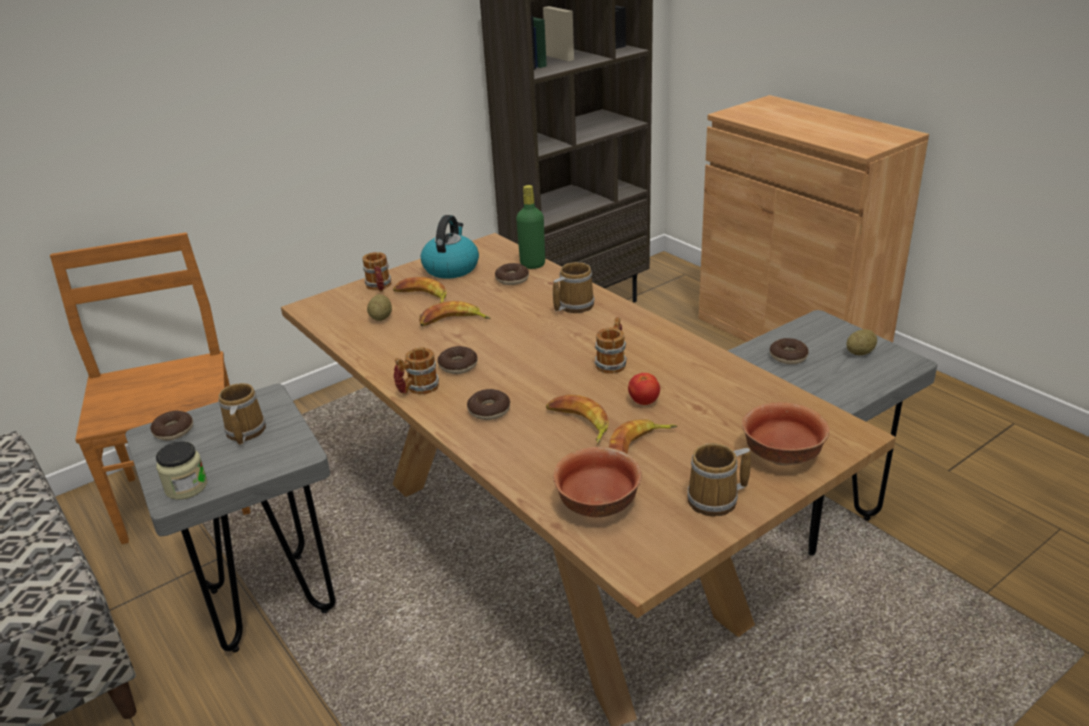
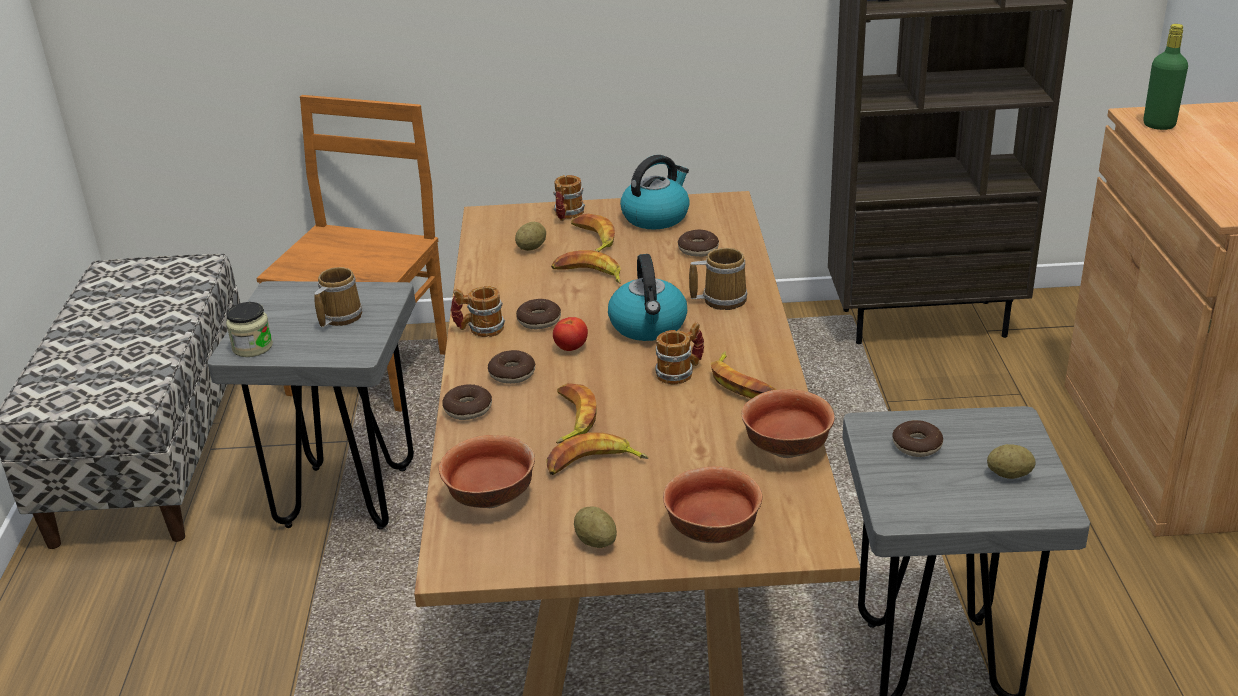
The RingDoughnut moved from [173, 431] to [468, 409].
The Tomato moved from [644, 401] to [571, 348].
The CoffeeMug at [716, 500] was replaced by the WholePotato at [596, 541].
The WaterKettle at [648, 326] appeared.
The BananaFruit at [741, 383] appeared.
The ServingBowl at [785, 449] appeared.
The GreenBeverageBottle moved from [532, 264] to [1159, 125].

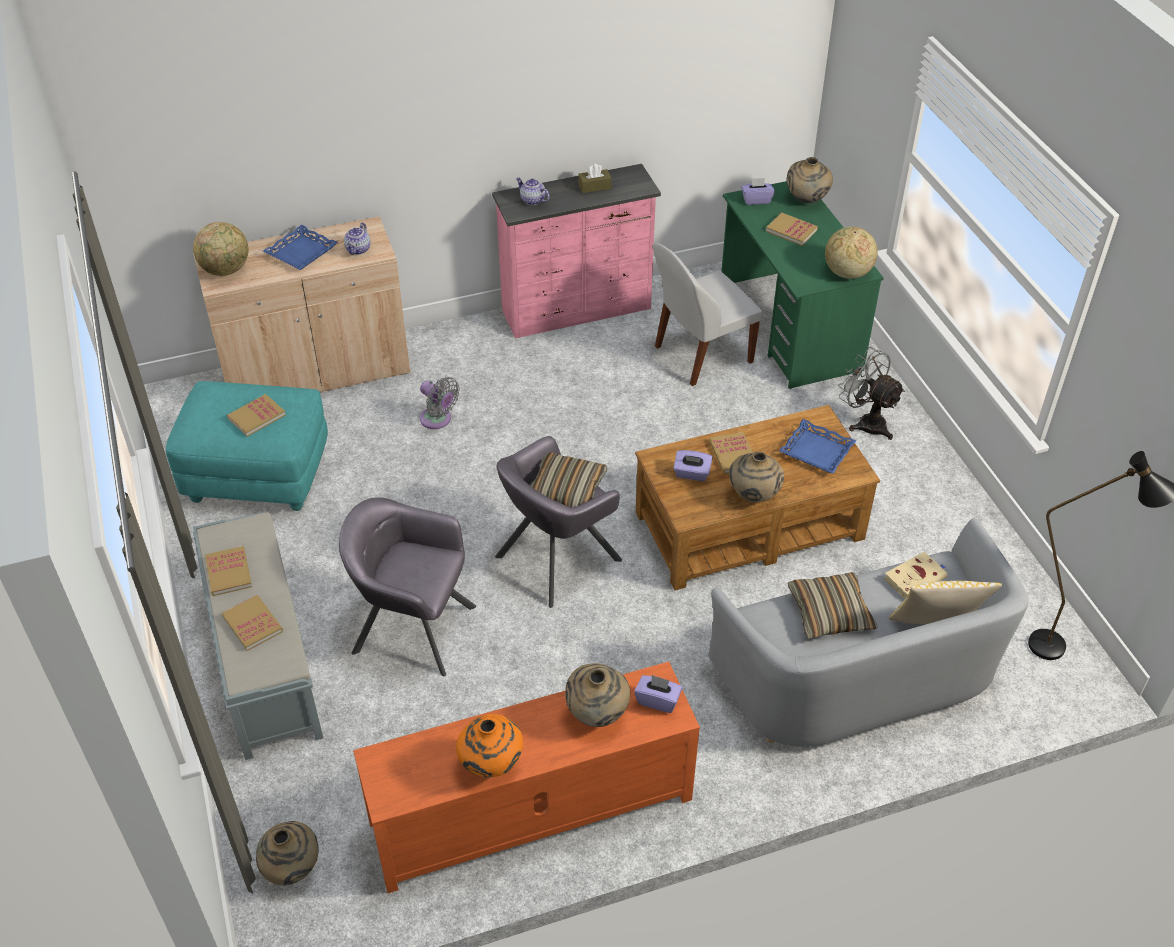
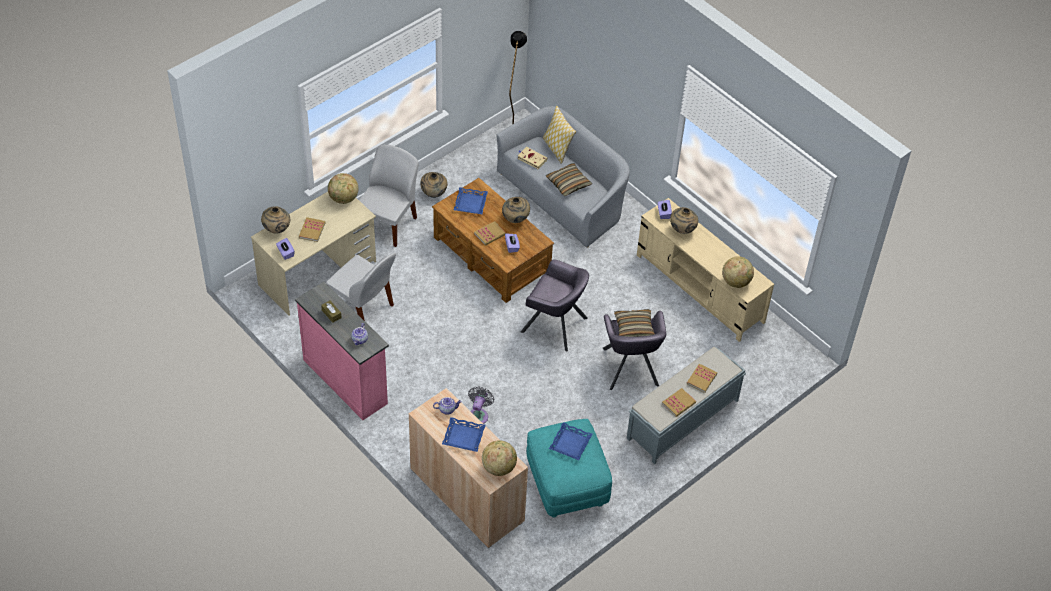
The GreenDesk at [789, 327] became the BeigeColouredDesk at [318, 273].
The GreyishFan at [866, 422] was replaced by the WhitishPlainChair at [389, 224].
The BeigeColouredDecorativeVase moved from [292, 870] to [434, 194].
The BoundBook at [256, 417] was replaced by the BlueColouredTray at [570, 443].
The ThrowPillow moved from [566, 490] to [634, 328].
The OrangeyTvStand at [530, 811] became the BeigeColouredTvStand at [700, 289].
The DeskGlobe at [736, 281] appeared.
The OrangeyDecorativeVase at [491, 766] disappeared.

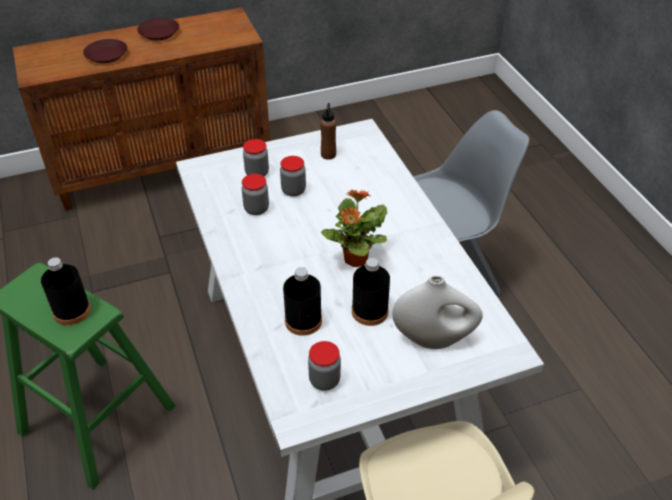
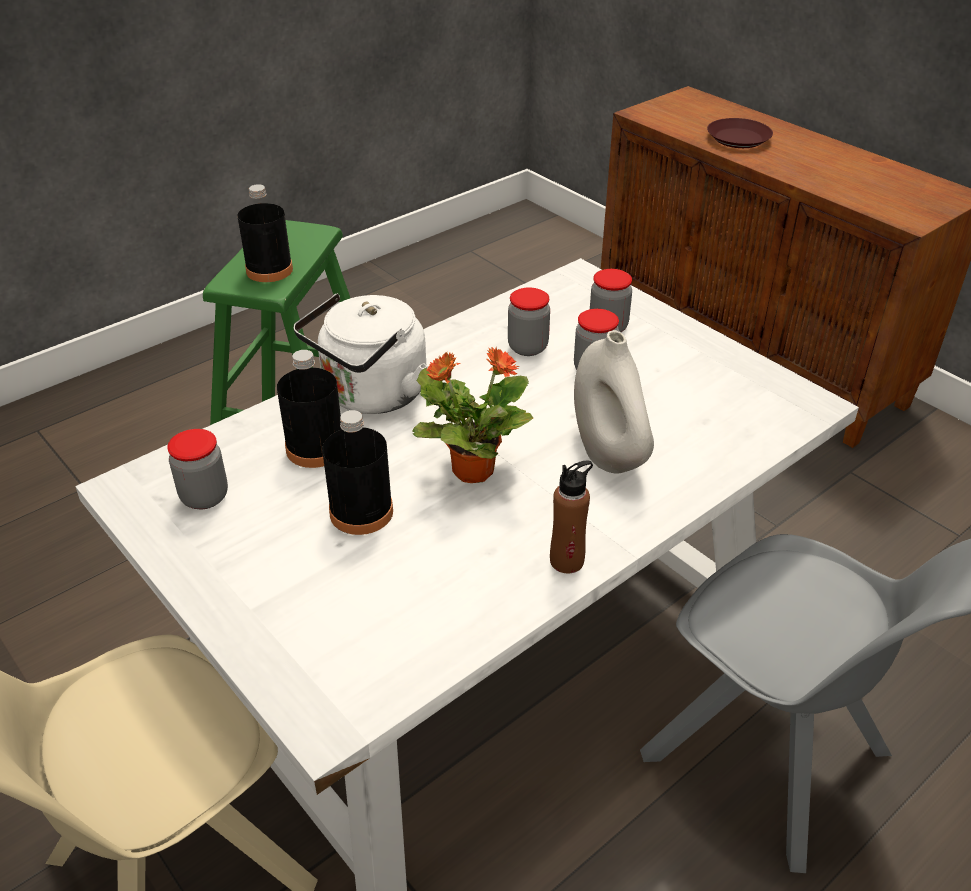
The WhitishWaterKettle at [371, 395] appeared.
The BrownishBeverageBottle moved from [328, 154] to [567, 561].
The WhitishDecorativeVase moved from [434, 338] to [609, 454].
The BrownishDinnerPlate at [158, 32] disappeared.

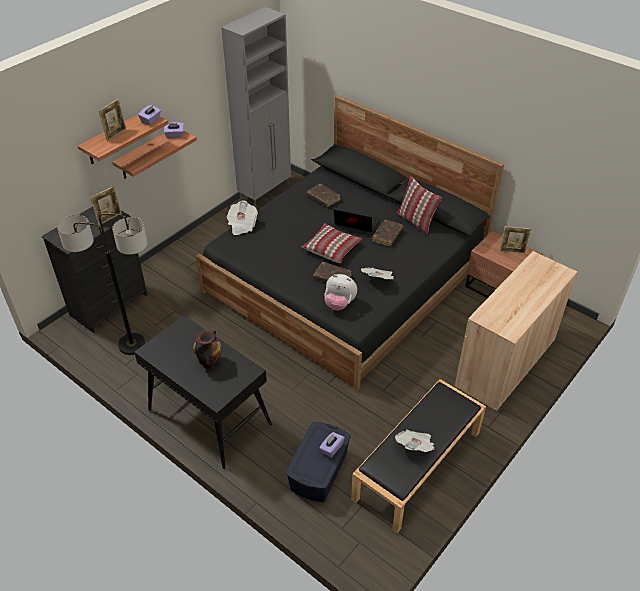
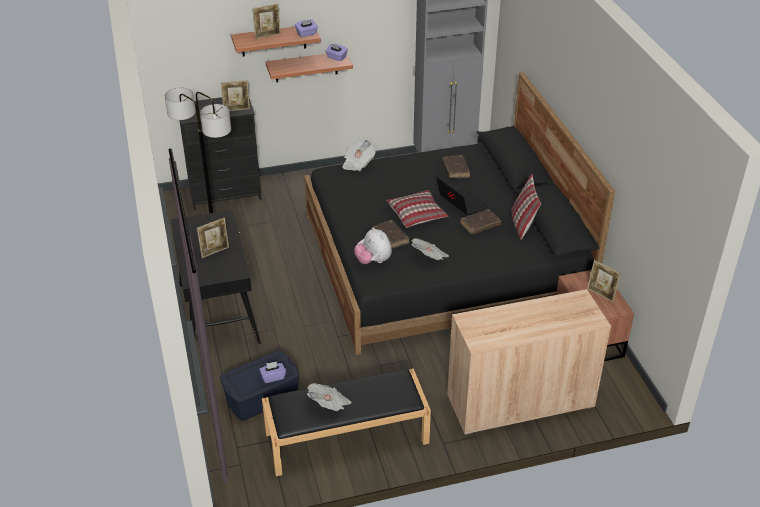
The DecorativeVase at [209, 362] was replaced by the StandingFrame at [215, 251].

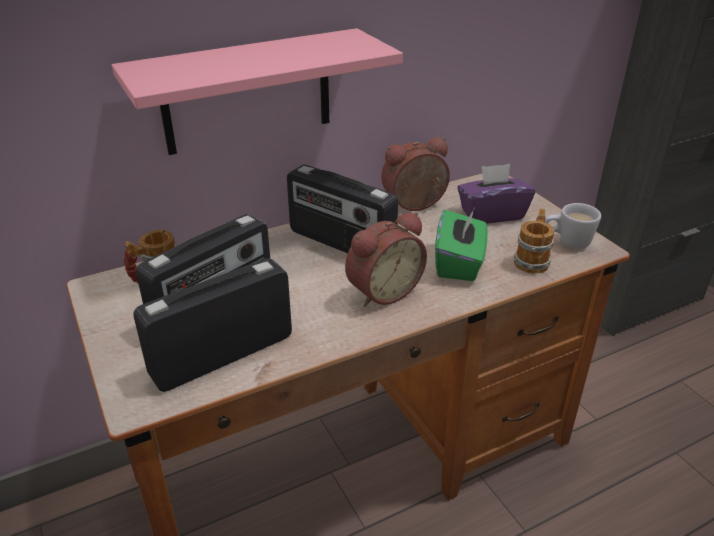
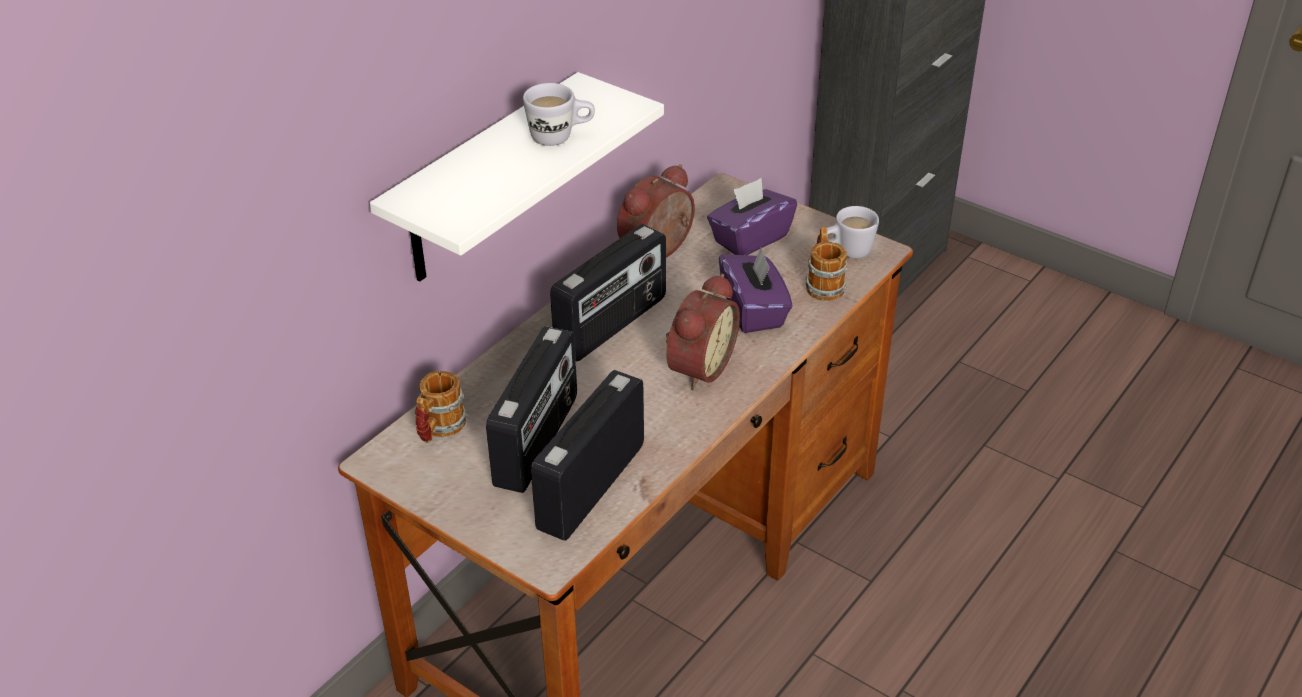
The PinkBracketShelf at [247, 92] became the WhitishBracketShelf at [485, 182].
The WhitishCoffeeMug at [560, 137] appeared.
The RadioSet at [340, 244] turned 60 degrees counterclockwise.
The GreenTissueBox at [459, 263] became the PurpleColouredTissueBox at [754, 311].

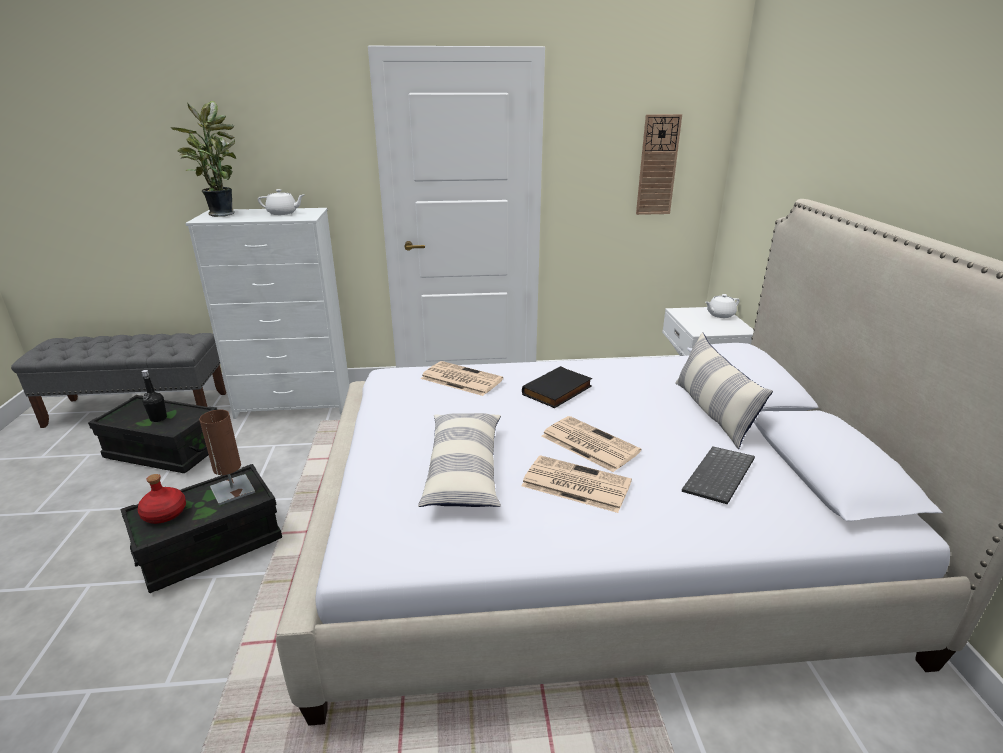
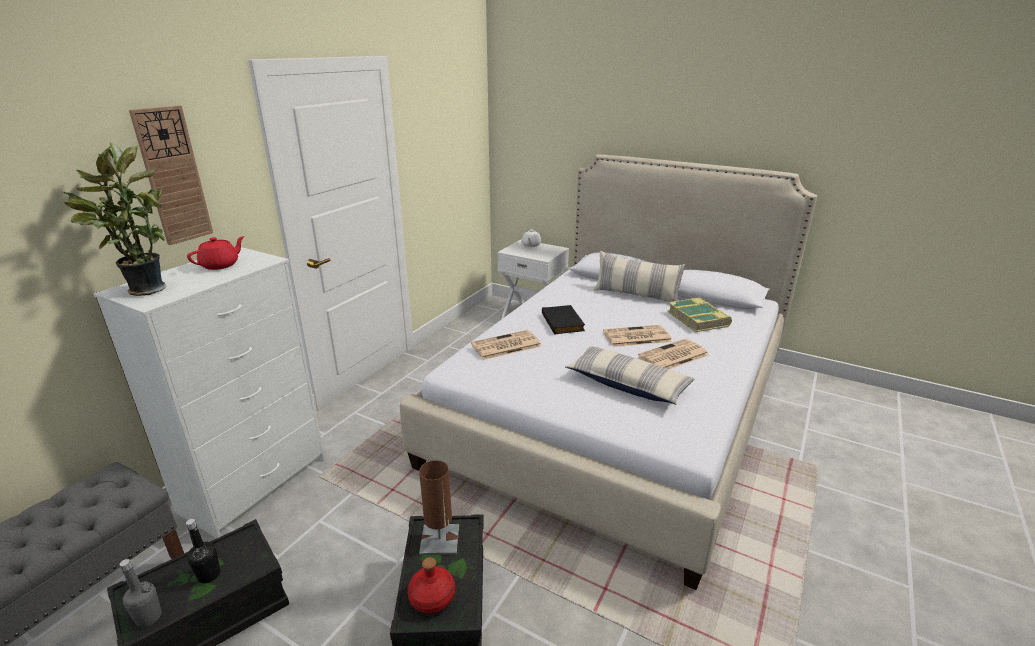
The GreyishBeverageBottle at [149, 617] appeared.
The WallClock moved from [657, 165] to [173, 176].
The WhitishTeapot at [283, 213] became the ReddishTeapot at [220, 265].
The PcKeyboard at [720, 477] was replaced by the BoundBook at [698, 319].

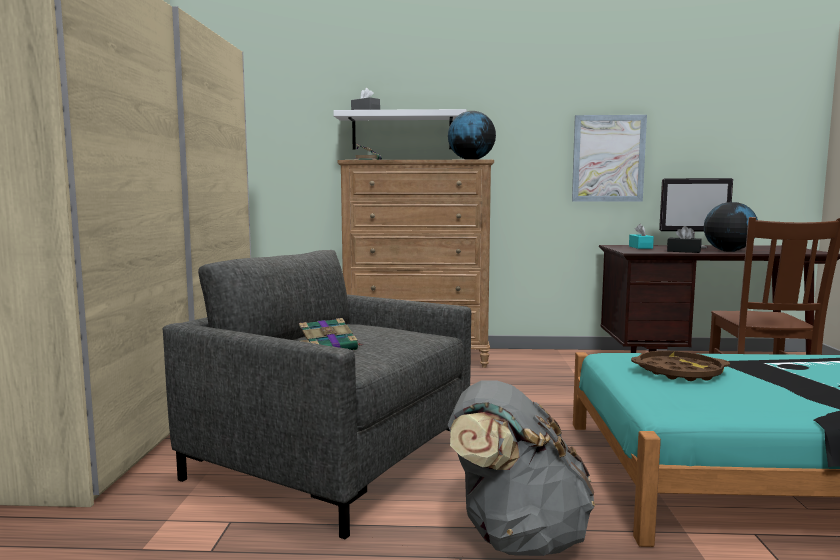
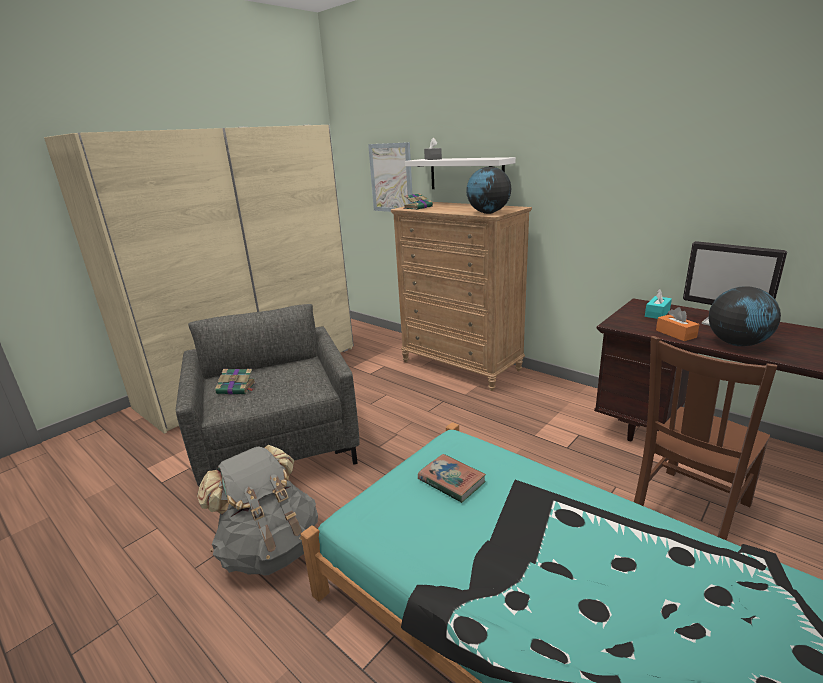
The Picture moved from [608, 158] to [391, 178].
The BrownishTray at [679, 372] was replaced by the BoundBook at [451, 481].
The BlackColouredTissueBox at [683, 251] became the OrangeyTissueBox at [675, 334].

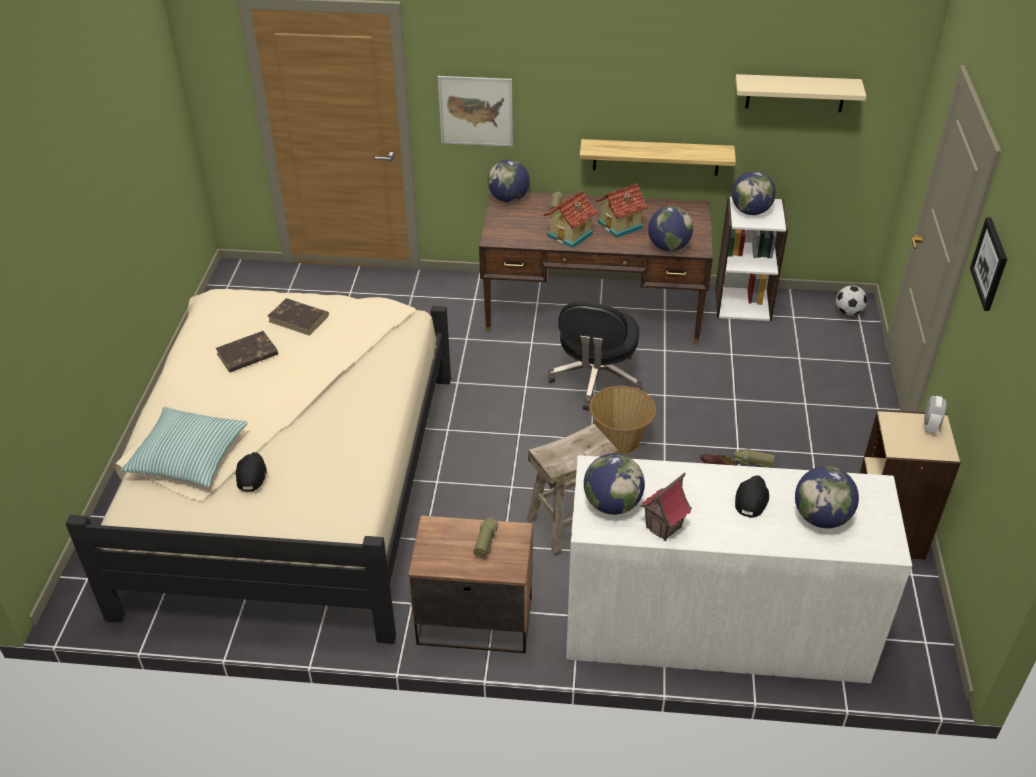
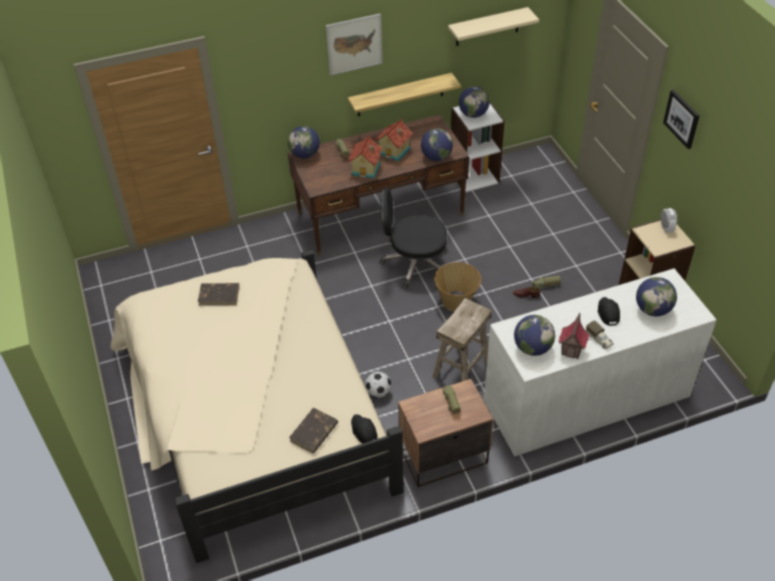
The BrownishBoundBook moved from [247, 355] to [313, 432].
The Picture moved from [476, 111] to [354, 44].
The BlackColouredBaseballCap moved from [251, 474] to [363, 431].
The BallForFootball moved from [848, 312] to [378, 392].
The BlackColouredDeskChair at [596, 380] turned 105 degrees clockwise.
The ToyLorry at [599, 339] appeared.
The ThrowPillow at [188, 456] disappeared.

